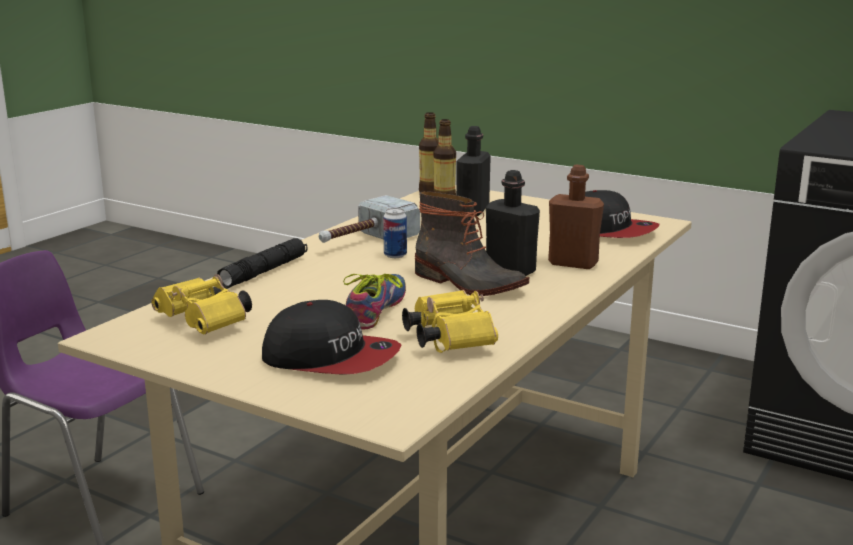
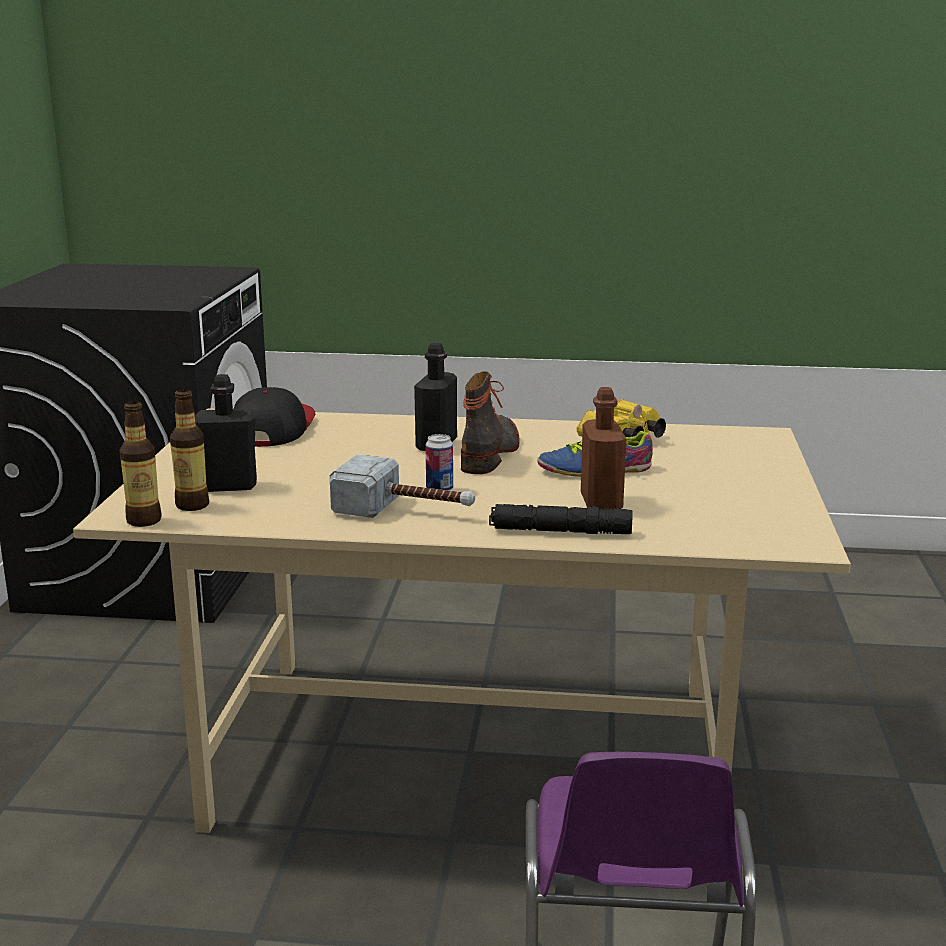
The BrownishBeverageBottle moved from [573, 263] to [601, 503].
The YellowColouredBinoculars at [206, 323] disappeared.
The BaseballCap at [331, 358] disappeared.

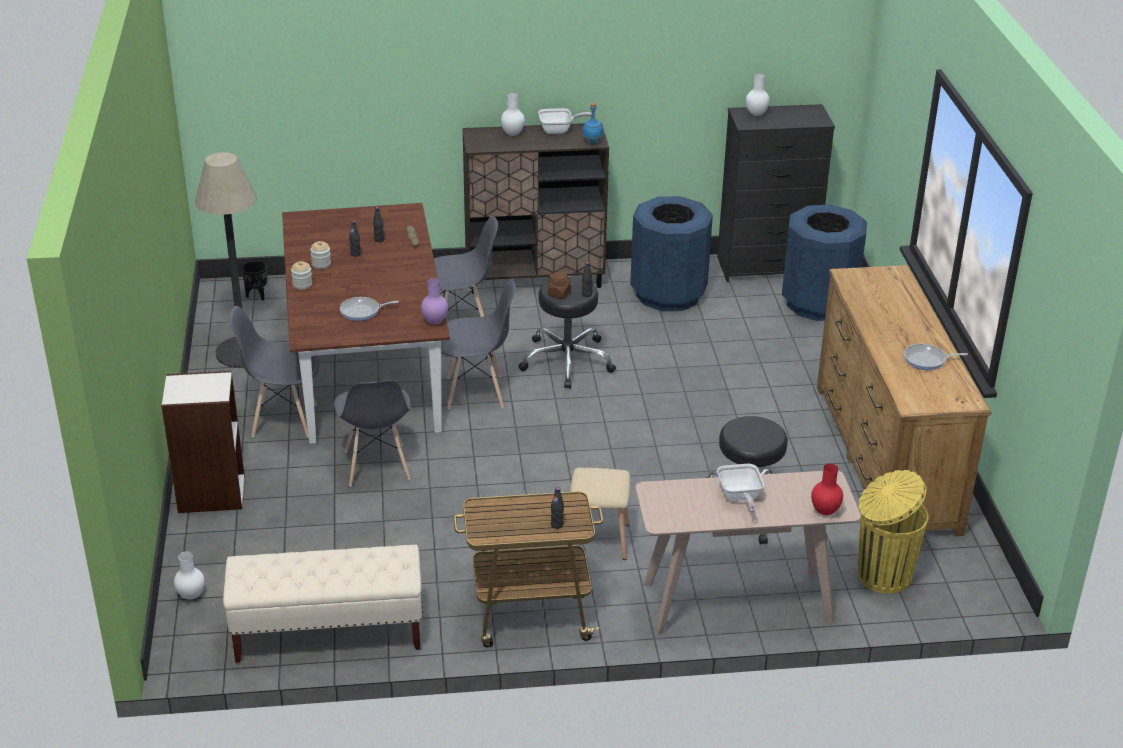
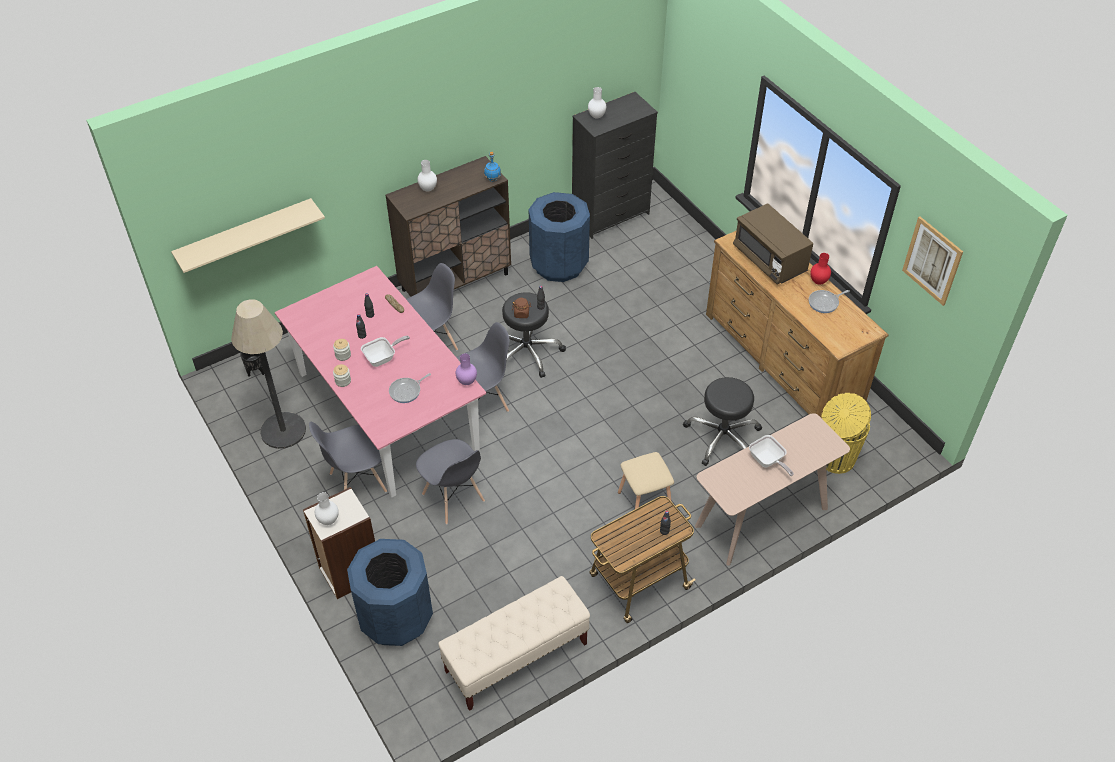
The BeigeColouredBracketShelf at [245, 234] appeared.
The BrownishDinnerTable at [368, 368] became the PinkDinnerTable at [388, 411].
The WhitishDecorativeVase moved from [191, 596] to [328, 521].
The BlueColouredTrashCan moved from [818, 303] to [396, 618].
The Skillet moved from [559, 130] to [383, 358].
The BrownishMicrowave at [769, 260] appeared.
The ReddishDecorativeVase moved from [825, 512] to [818, 282].
The Picture at [932, 260] appeared.

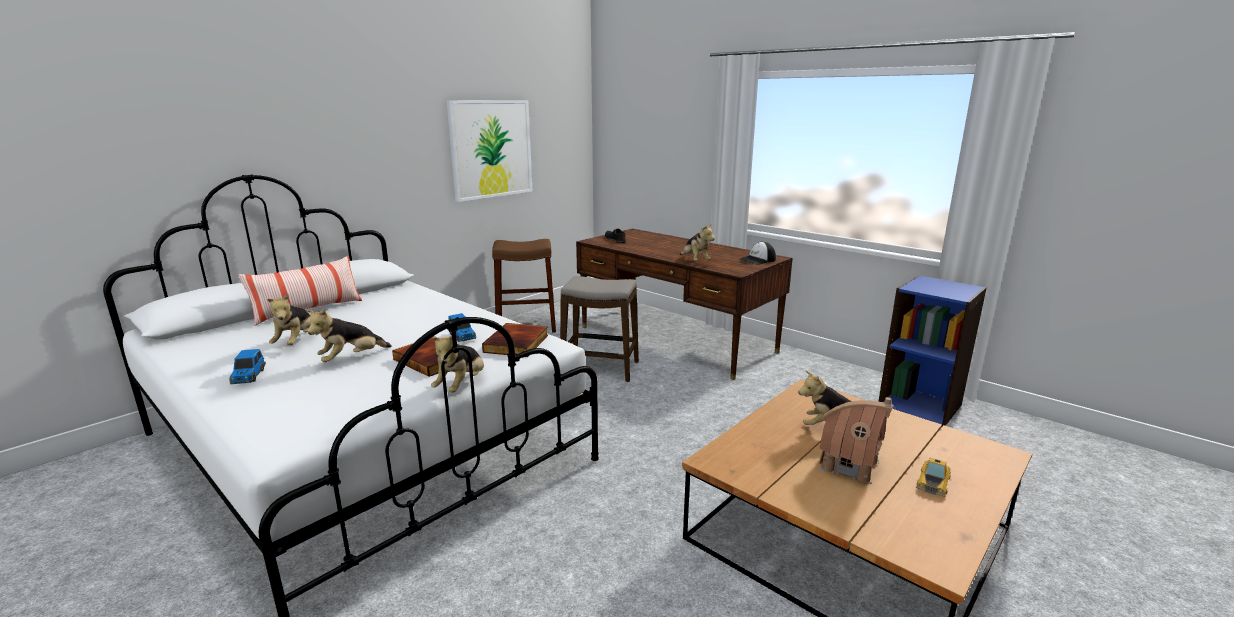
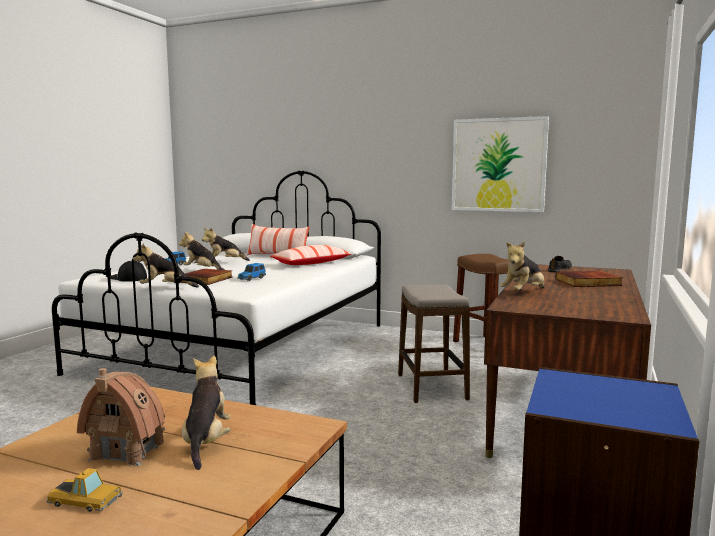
The BaseballCap moved from [757, 260] to [128, 278].
The ThrowPillow at [311, 263] appeared.
The BoundBook moved from [517, 344] to [588, 282].

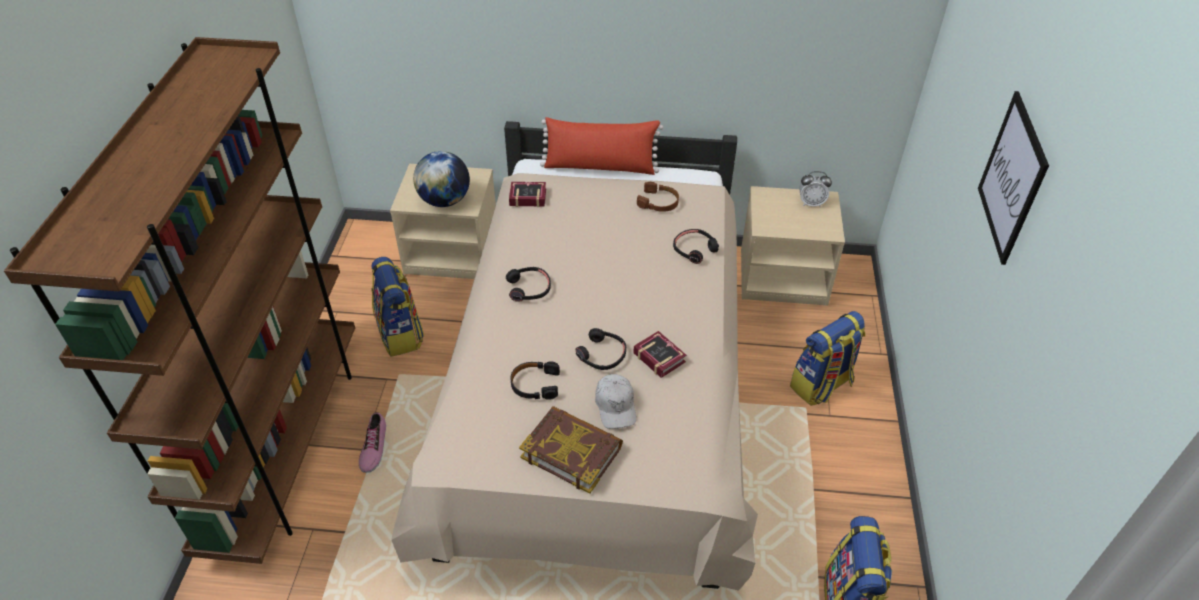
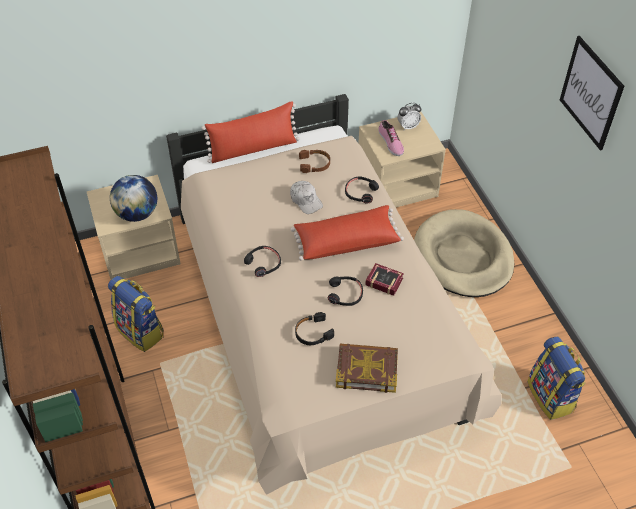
The WhitishBaseballCap moved from [616, 406] to [306, 200].
The ReddishThrowPillow at [346, 241] appeared.
The LowShoe moved from [373, 447] to [390, 143].
The Backpack at [821, 385] was replaced by the BeigeColouredPetBed at [463, 257].
The BoundBook at [526, 197] disappeared.

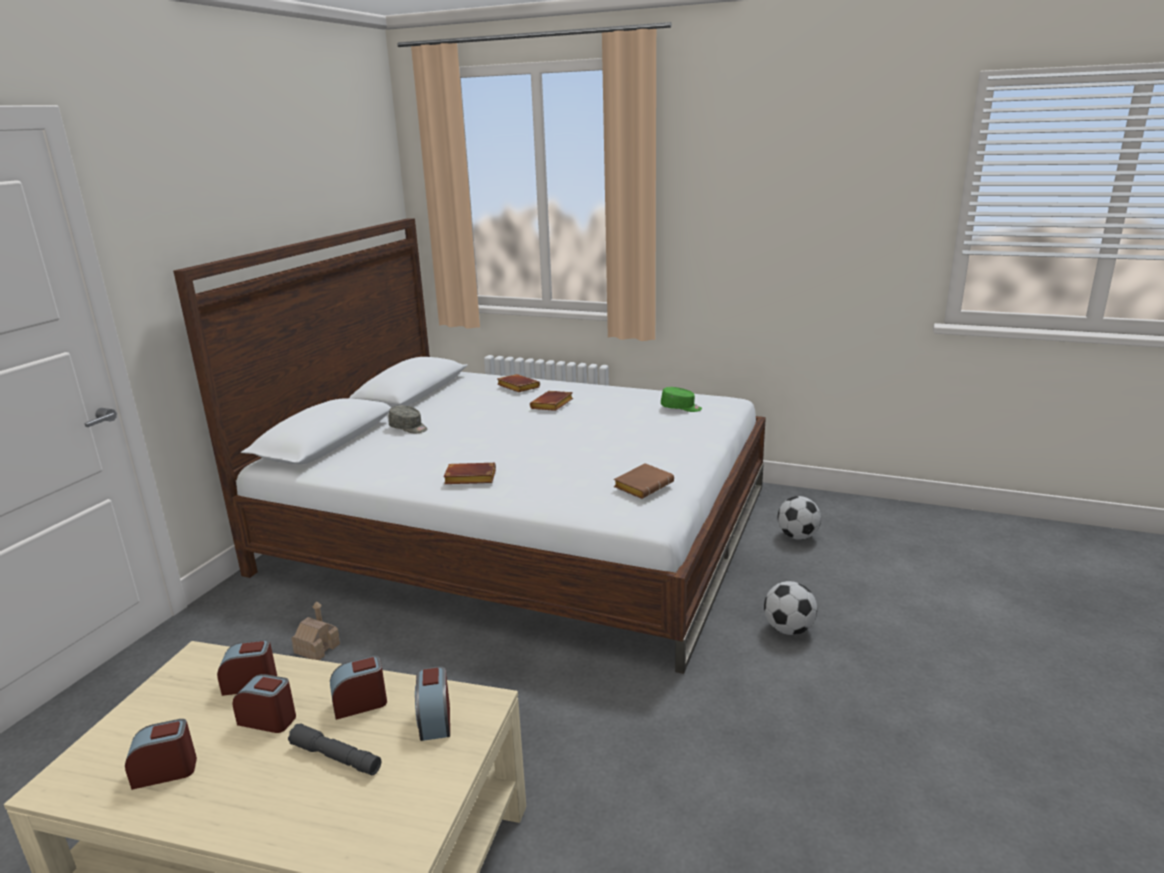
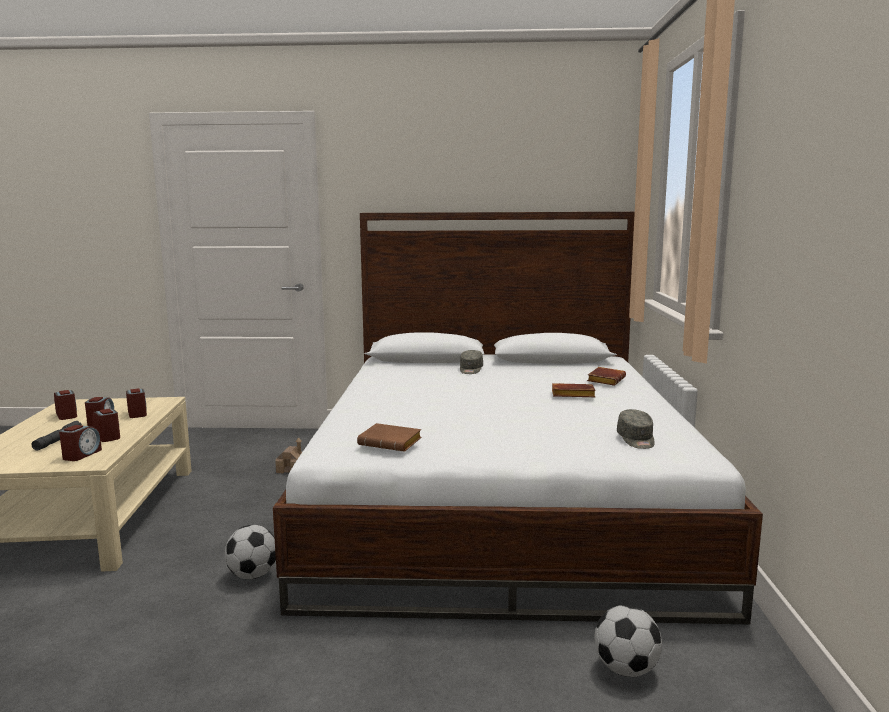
The BedsideClock at [434, 720] turned 135 degrees clockwise.
The BallForFootball moved from [789, 629] to [253, 576].
The GreenBaseballCap at [681, 408] became the GreyishBaseballCap at [636, 440].
The BrownishBoundBook at [469, 479] disappeared.

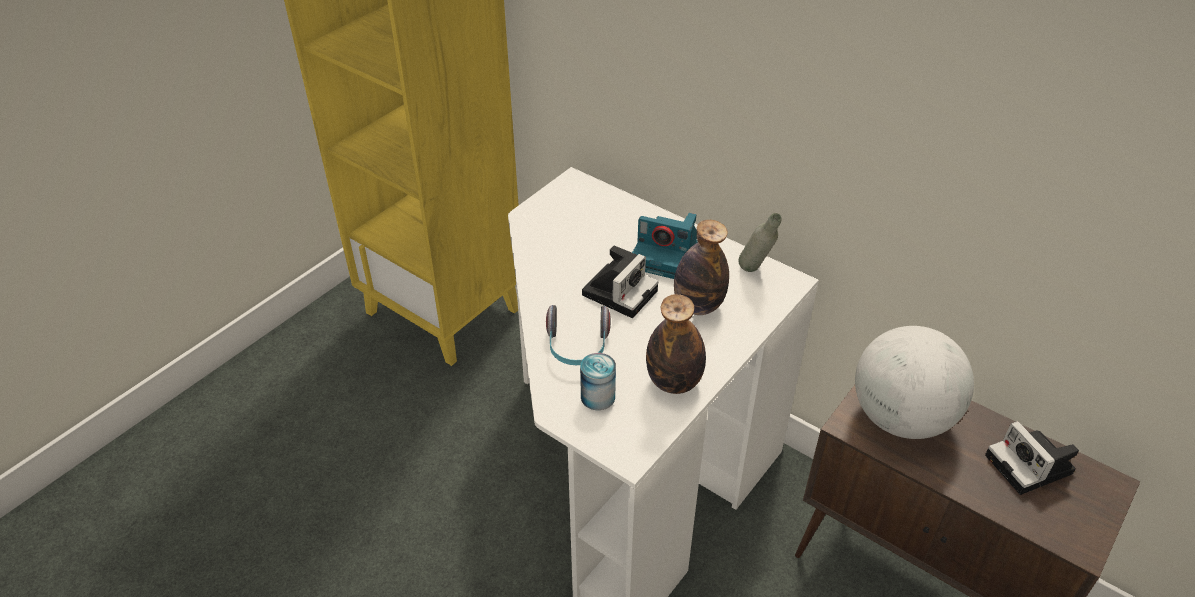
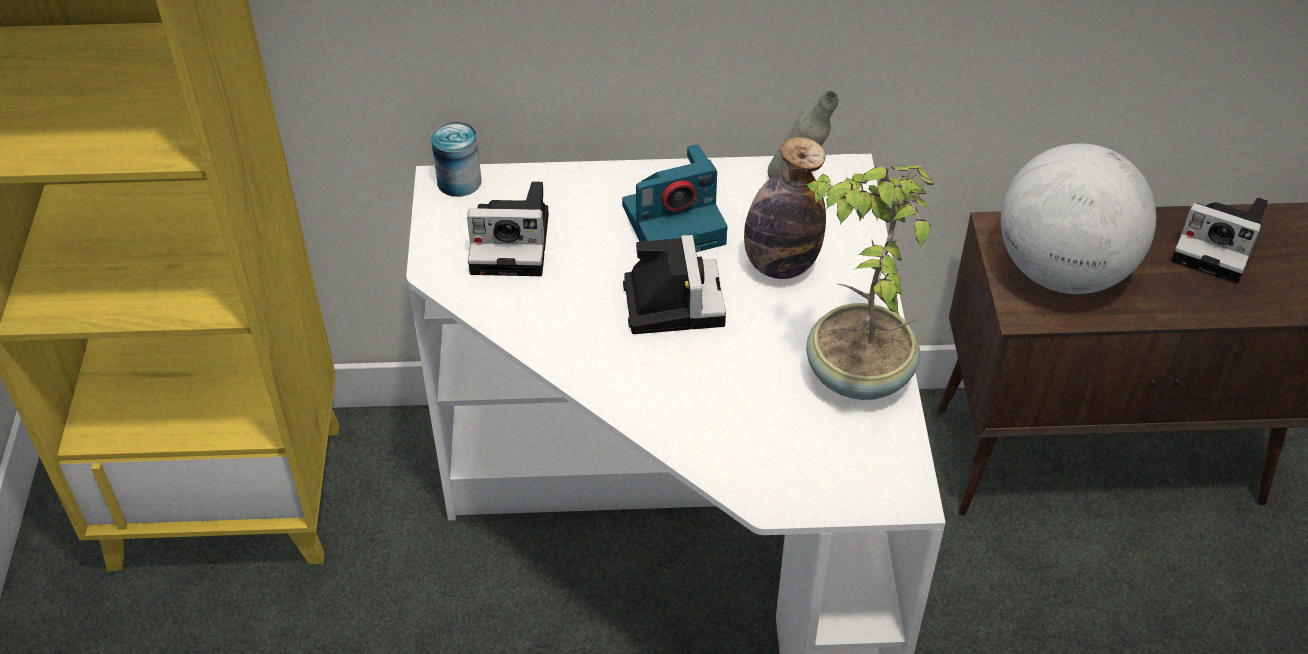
The MetalCan moved from [598, 397] to [459, 181].
The StillCamera at [514, 242] appeared.
The BeverageBottle at [674, 382] was replaced by the PottedPlant at [856, 375].
The PairOfHeadphones at [577, 347] disappeared.

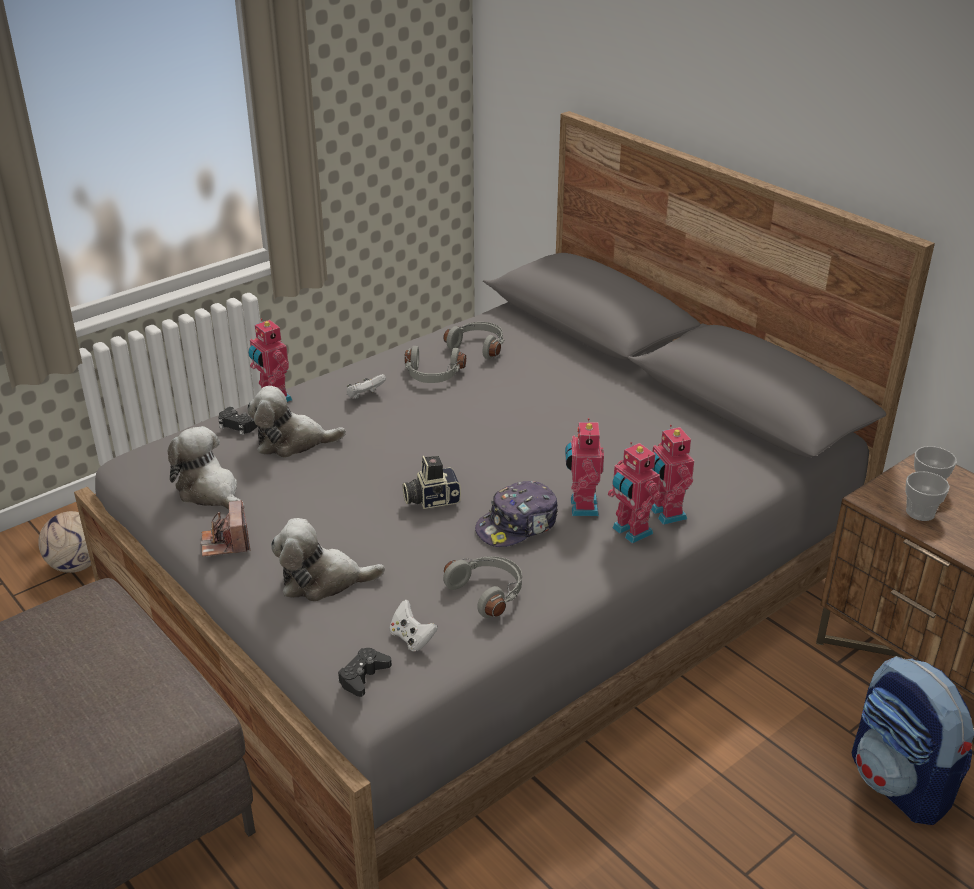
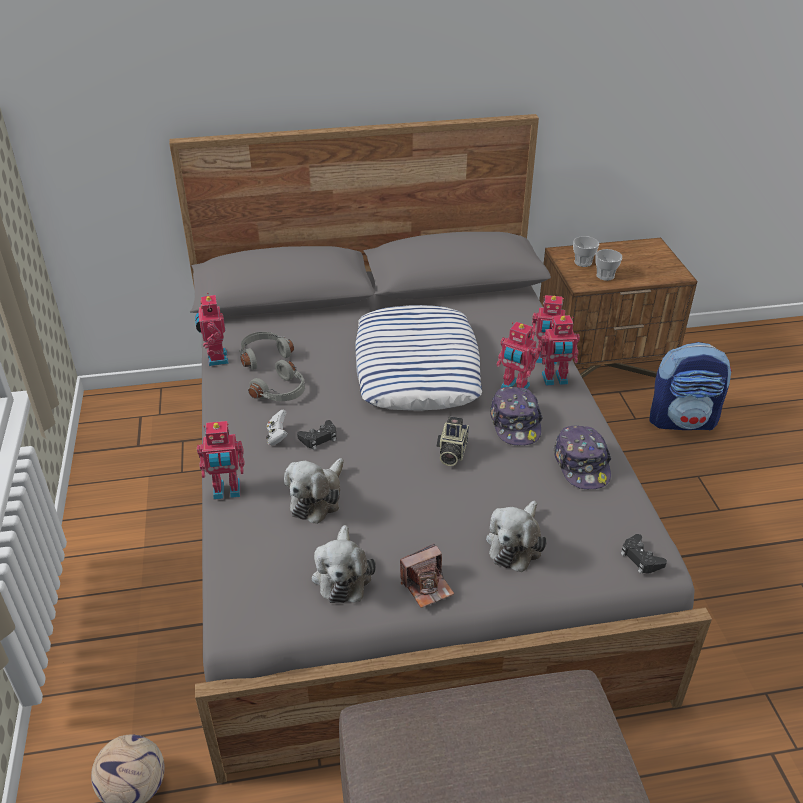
The RobotFigure at [215, 358] appeared.
The BlackColouredJoypad moved from [239, 425] to [319, 438].
The PlushToy at [210, 492] turned 75 degrees counterclockwise.
The ThrowPillow at [416, 367] appeared.
The StillCamera at [226, 543] turned 45 degrees counterclockwise.
The GreyishPairOfHeadphones at [488, 592] was replaced by the BaseballCap at [581, 465].
The WhitishJoypad at [412, 638] disappeared.

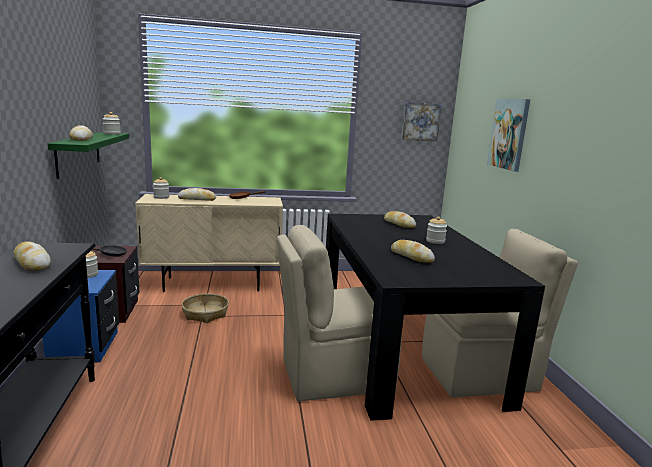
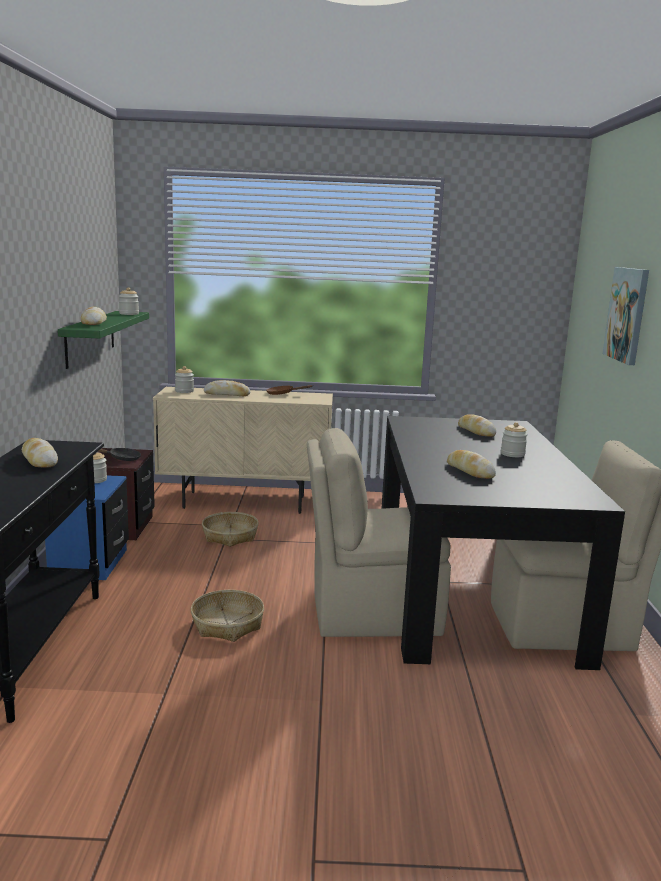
The StorageBasket at [227, 624] appeared.
The Picture at [420, 121] disappeared.

